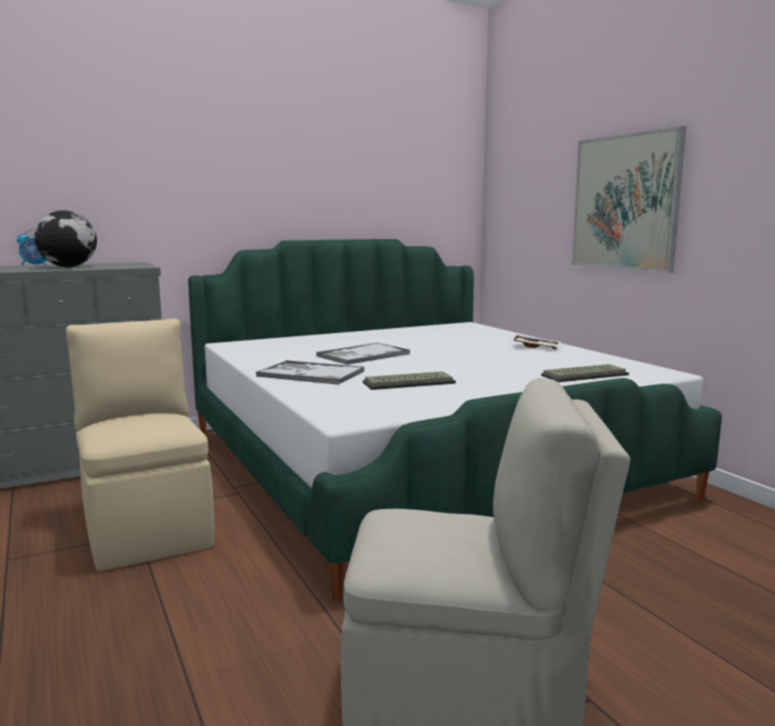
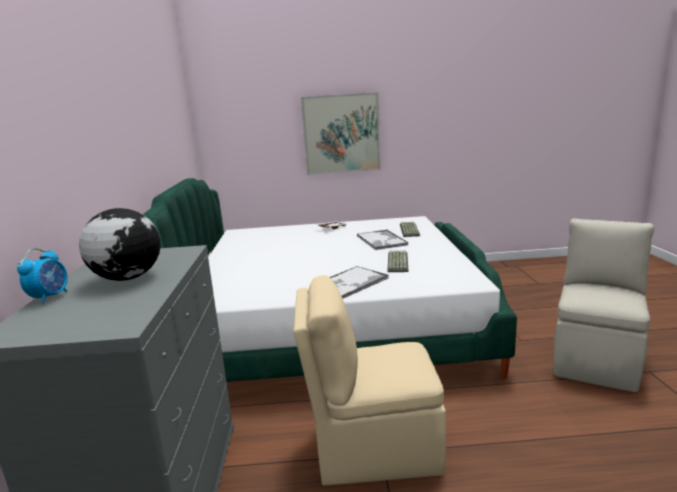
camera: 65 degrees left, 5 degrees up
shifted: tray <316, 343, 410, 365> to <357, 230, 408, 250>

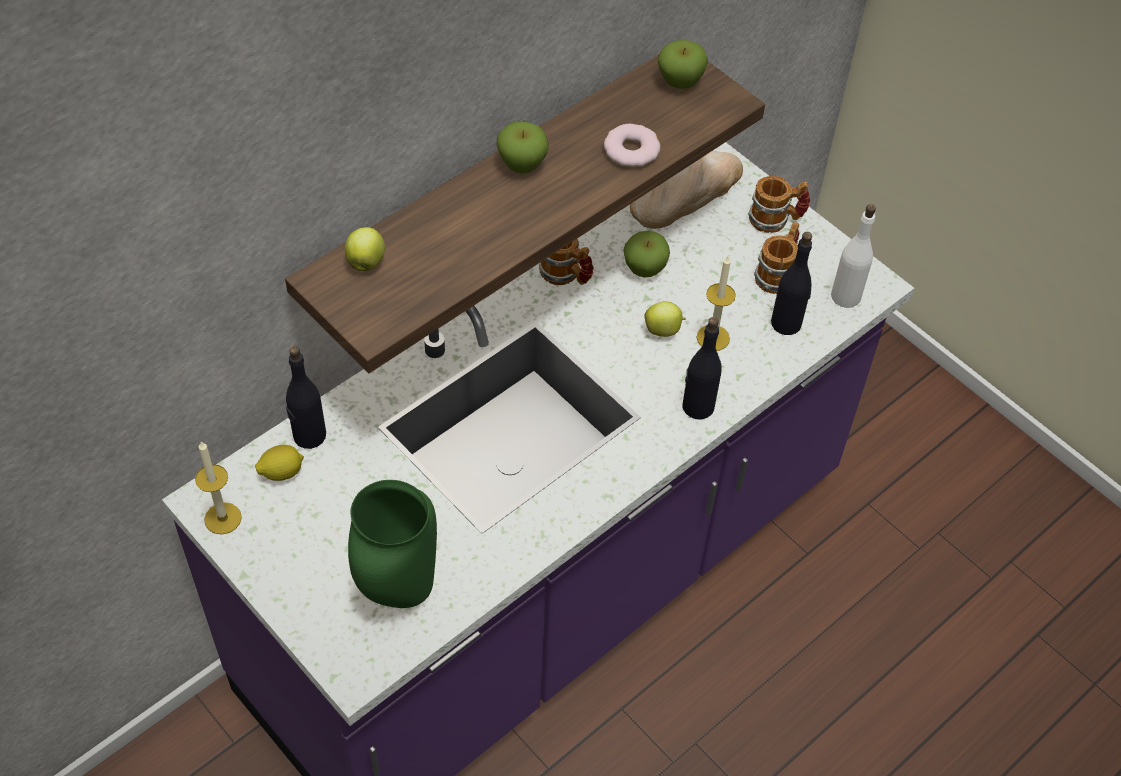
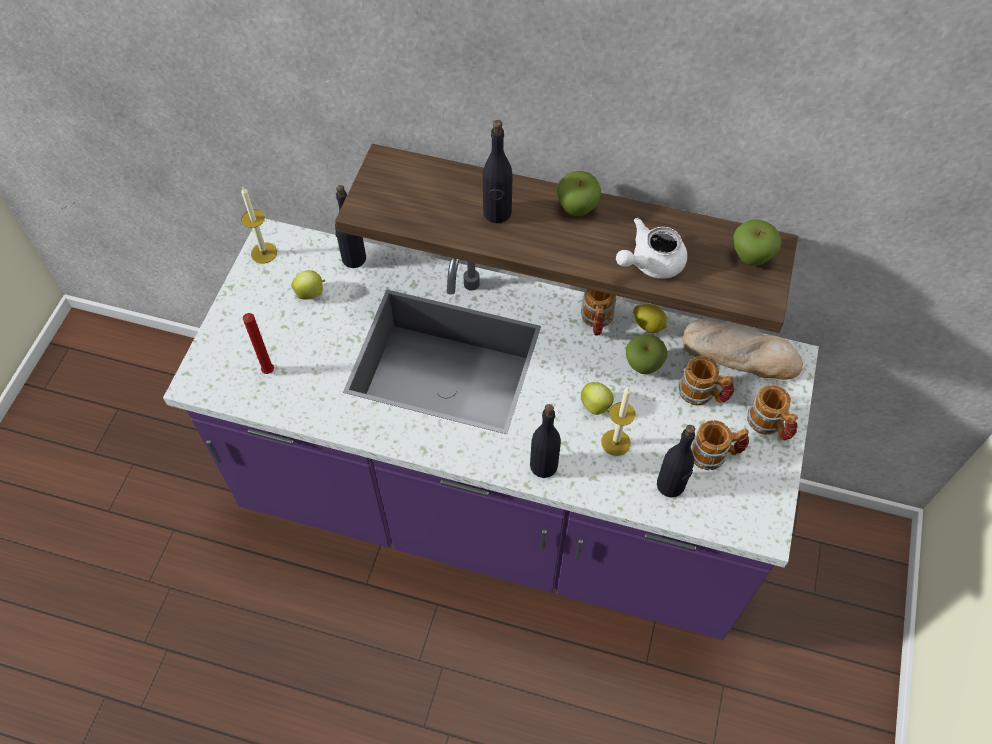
camera: 60 degrees right, 5 degrees up
gone: bottle (white) <831, 204, 876, 308>
new: bottle (black) <483, 120, 512, 223>; mug <679, 356, 734, 406>
shifted: lemon <255, 445, 304, 481> to <633, 304, 667, 333>; apple <345, 227, 385, 271> to <292, 270, 325, 299>
swapped: vase (green) <348, 480, 437, 608> to candle (red) <243, 313, 274, 374>; donut <604, 124, 660, 167> to teapot (white) <616, 218, 687, 279>

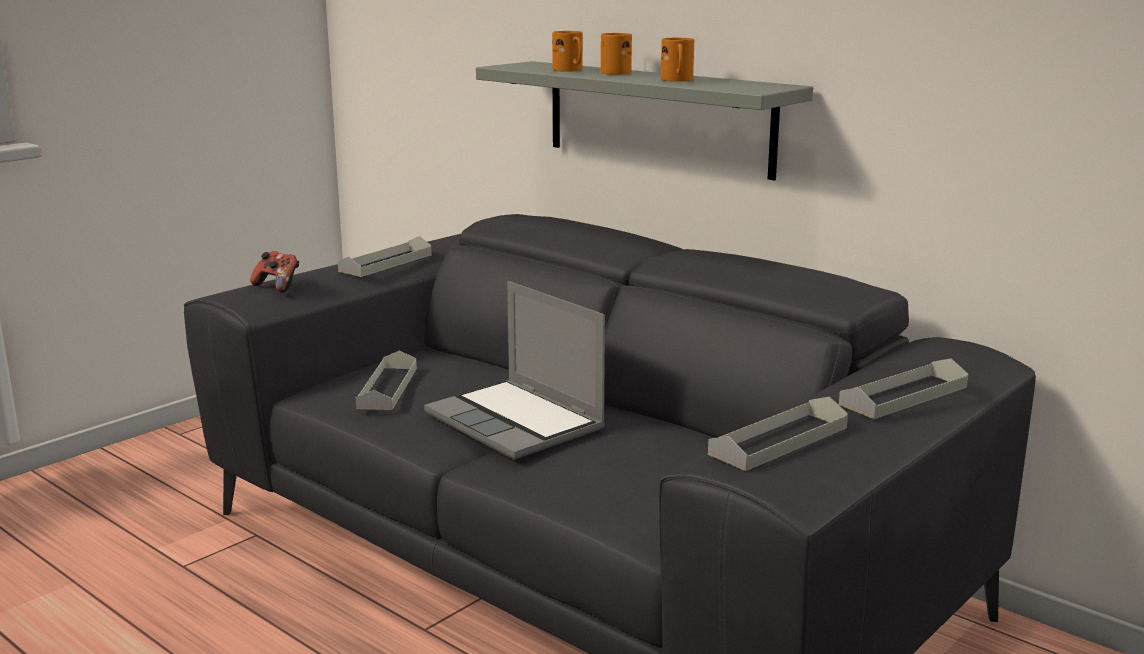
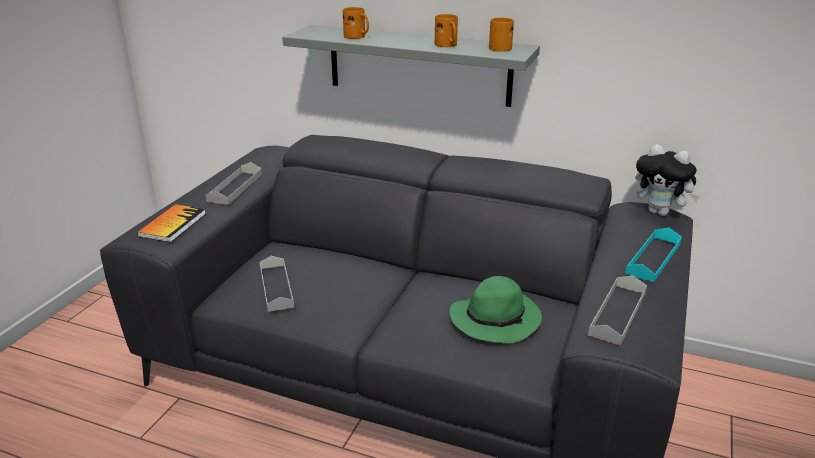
camera: 20 degrees left, 10 degrees up
gone: laptop <424, 281, 605, 460>
new: hat (green) <450, 276, 542, 344>; plush toy <635, 144, 700, 216>
shifted: mug (orange) <601, 33, 632, 75> to <489, 18, 514, 52>
swapped: game controller <250, 251, 299, 292> to book <137, 204, 205, 242>
repainted: tray (grey) <839, 358, 968, 419> to tray (turquoise) <625, 228, 682, 283>

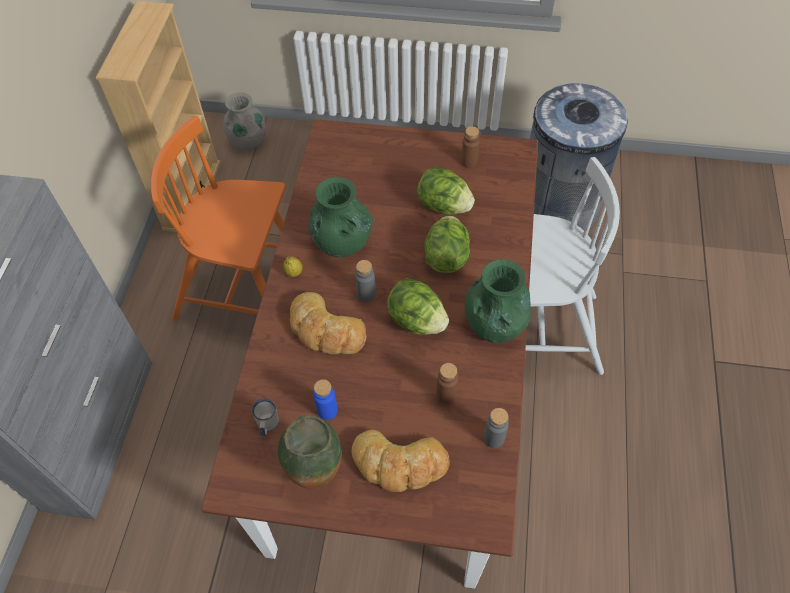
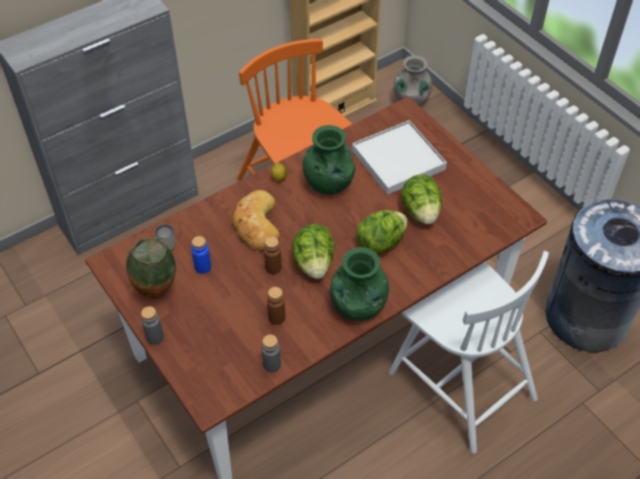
camera: 45 degrees right, 5 degrees down
gone: bread <352, 429, 450, 492>
new: tray (white) <352, 120, 447, 195>
shifted: bottle (grey) <355, 260, 376, 302> to <141, 306, 164, 345>; bottle (brown) <461, 126, 480, 168> to <264, 236, 282, 274>

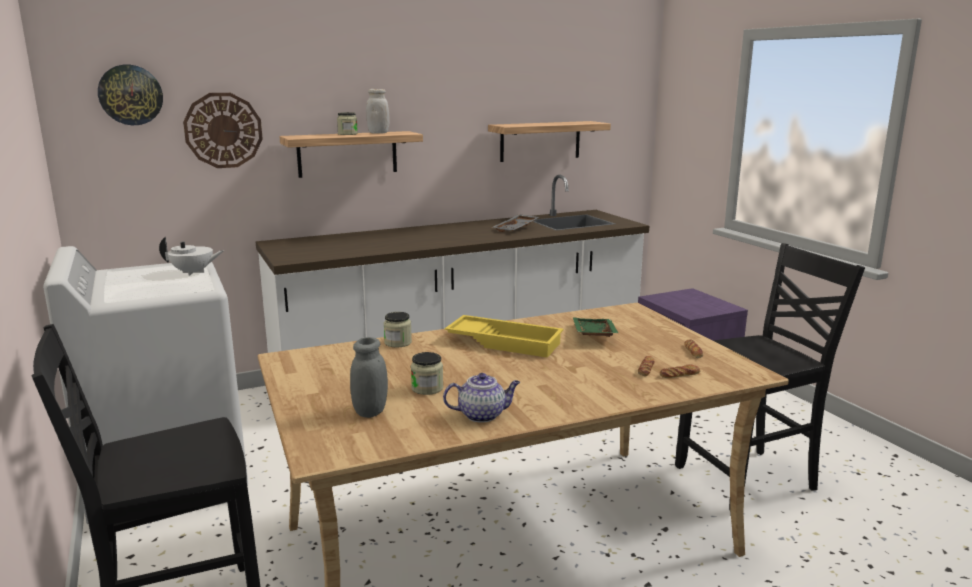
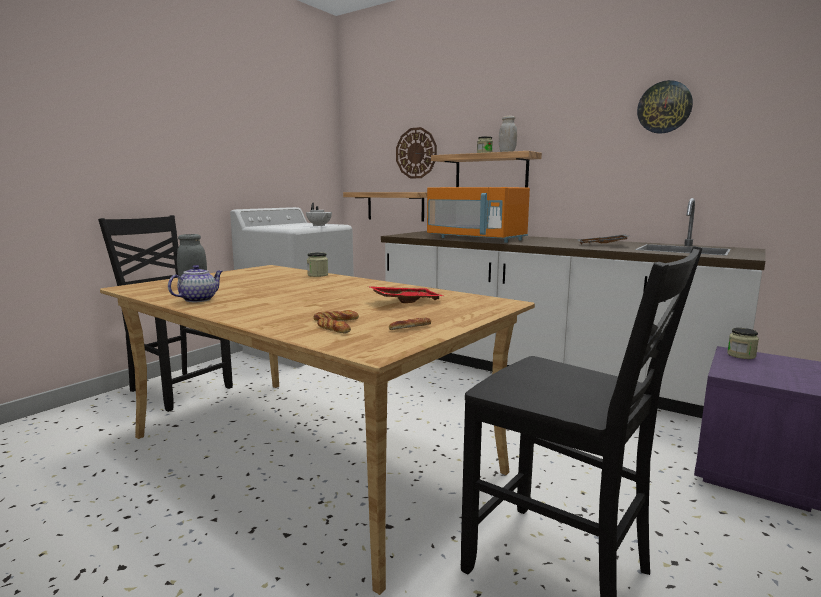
camera: 60 degrees right, 5 degrees down
gone: tray (yellow) <445, 315, 564, 358>
new: microwave (orange) <427, 187, 530, 243>
shifted: wall clock <98, 65, 163, 125> to <637, 80, 693, 134>; jar <411, 352, 443, 395> to <727, 328, 759, 359>; shelf <488, 121, 611, 162> to <343, 192, 427, 222>
repainted: tray (green) <573, 318, 619, 337> to tray (red) <368, 286, 443, 303>
rotated: teapot <443, 373, 520, 423> = <168, 265, 222, 302> 105 degrees counterclockwise

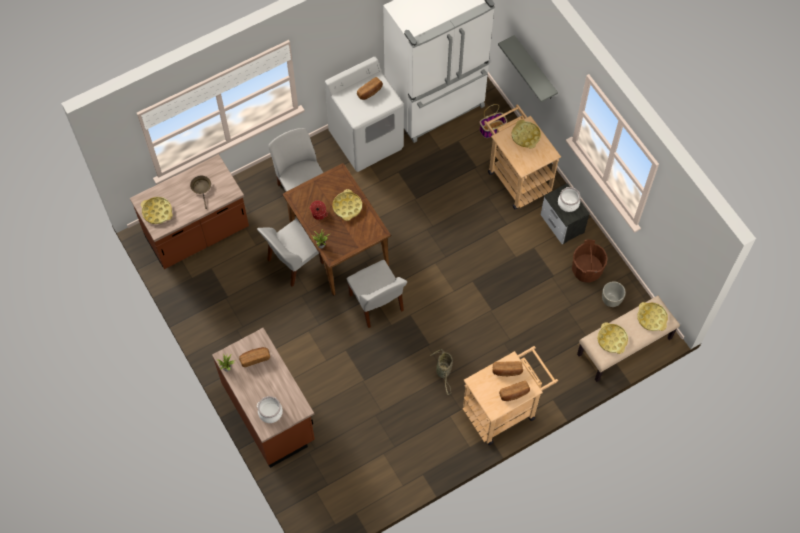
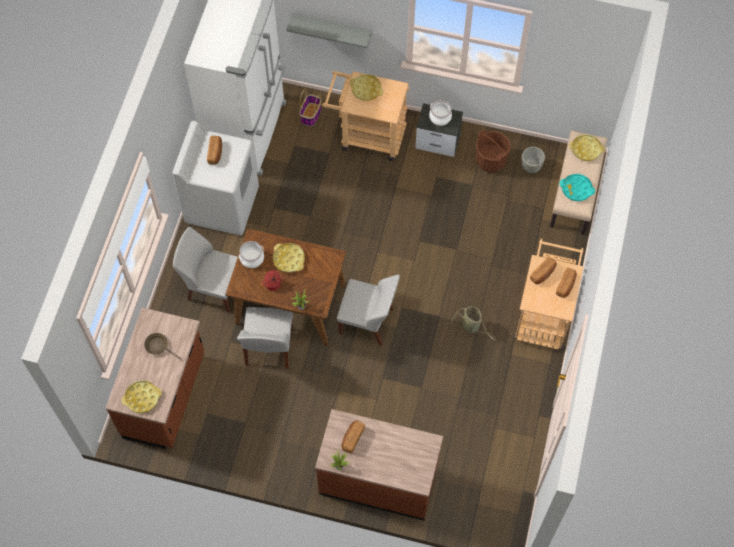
camera: 45 degrees left, 0 degrees up
shifted: cooking pot <257, 396, 283, 423> to <239, 241, 264, 268>
repainted: tray (yellow) <597, 322, 628, 354> to tray (turquoise) <559, 174, 595, 201>

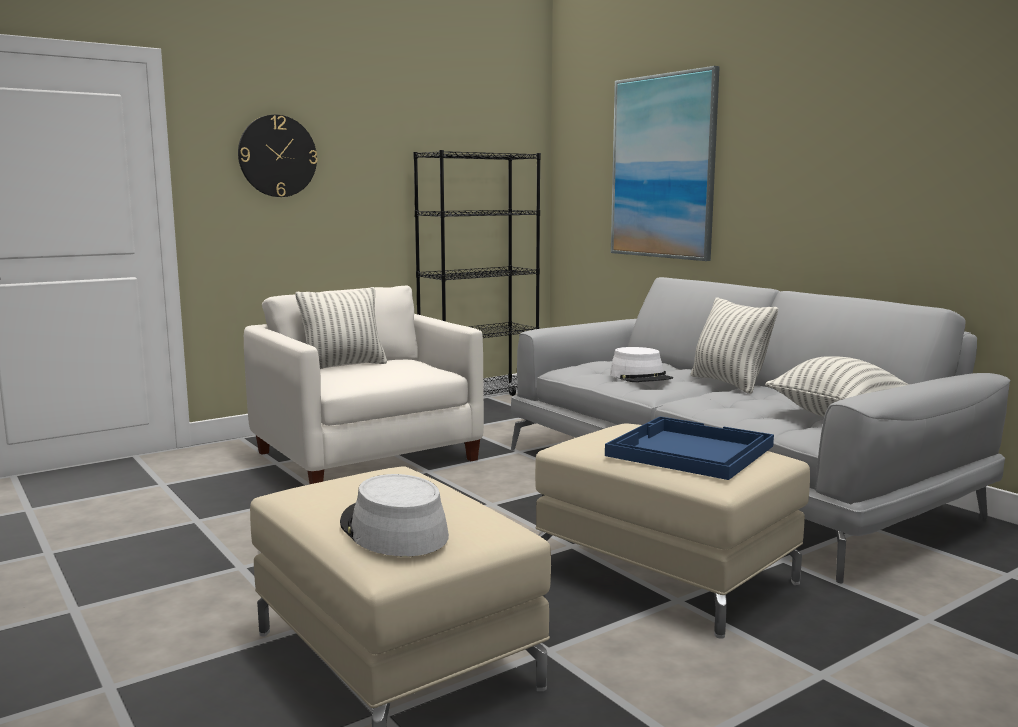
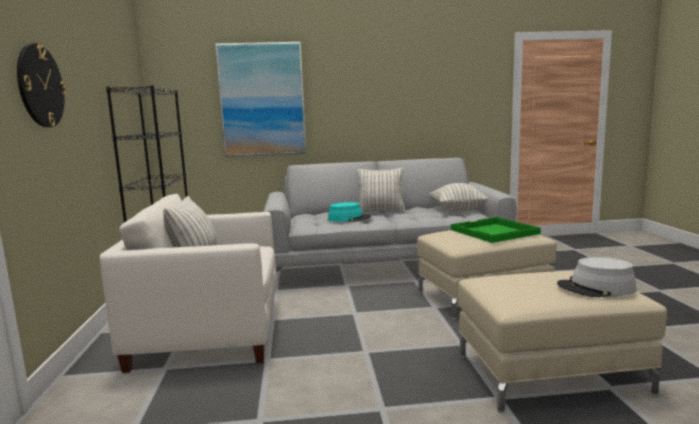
camera: 60 degrees left, 0 degrees up
repainted: tray (blue) <605, 416, 774, 480> to tray (green) <451, 217, 541, 243>; hat (white) <610, 347, 673, 382> to hat (turquoise) <328, 202, 371, 222>

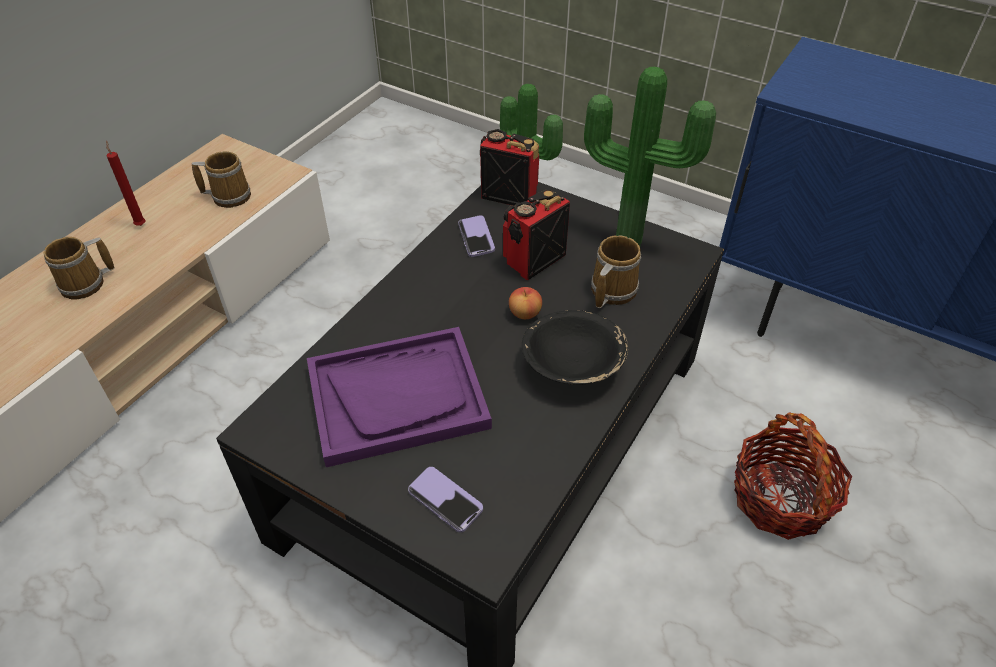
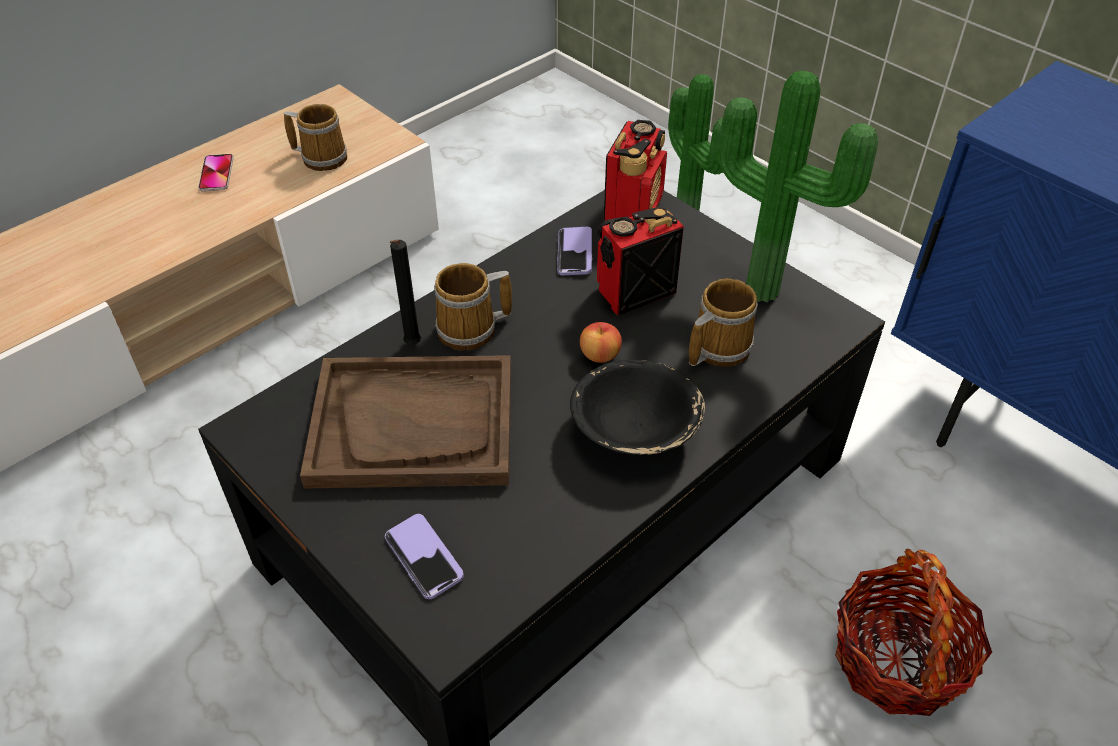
camera: 15 degrees right, 0 degrees up
new: candle (black) <390, 240, 421, 345>
shifted: mug <43, 237, 115, 300> to <434, 263, 512, 350>
swapped: candle (red) <106, 140, 146, 226> to phone <198, 154, 234, 191>
repainted: tray (purple) <307, 327, 492, 467> to tray (brown) <300, 355, 511, 488>
rotated: radio <480, 129, 539, 206> = <604, 120, 667, 221> 75 degrees clockwise

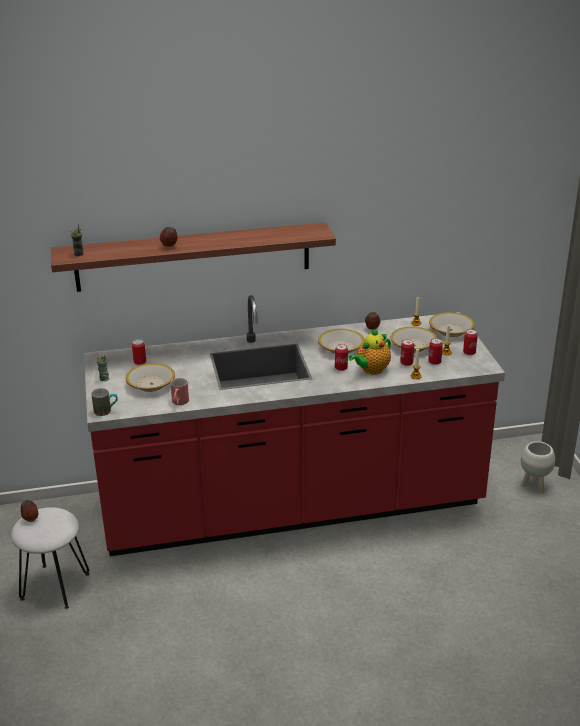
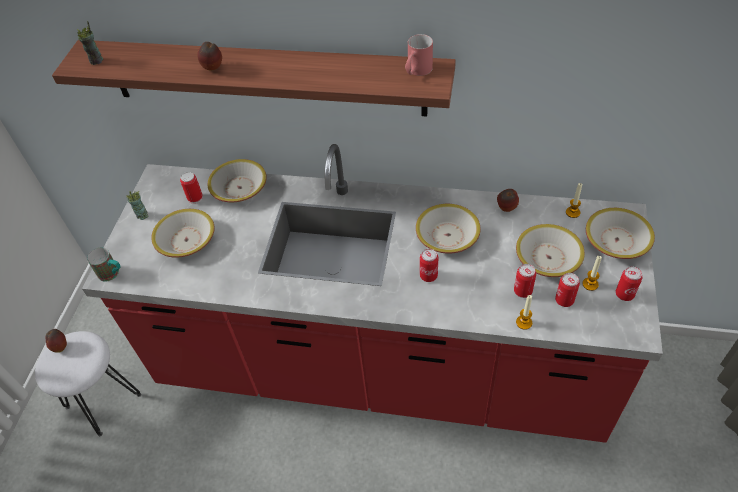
camera: 25 degrees right, 20 degrees up
gone: teapot <348, 328, 391, 375>; planter (white) <521, 441, 555, 493>
new: bowl <207, 159, 267, 202>
shifted: mug (red) <170, 378, 189, 405> to <405, 34, 433, 76>

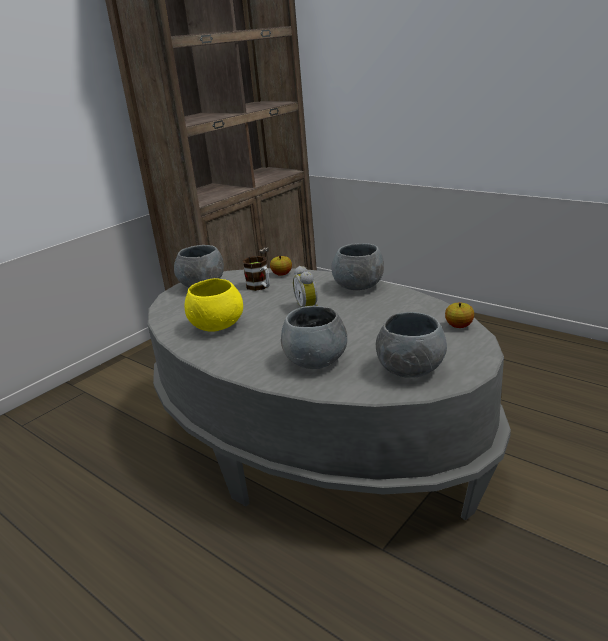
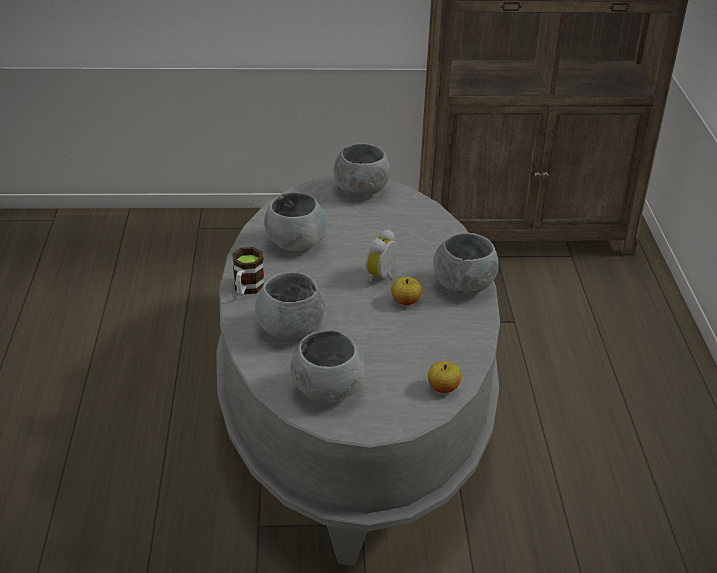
camera: 45 degrees right, 10 degrees up
shifted: mug <242, 256, 270, 291> to <232, 247, 264, 295>; apple <270, 256, 292, 276> to <392, 277, 422, 305>
repainted: bowl (yellow) <184, 278, 243, 332> to bowl (grey) <264, 192, 326, 251>

